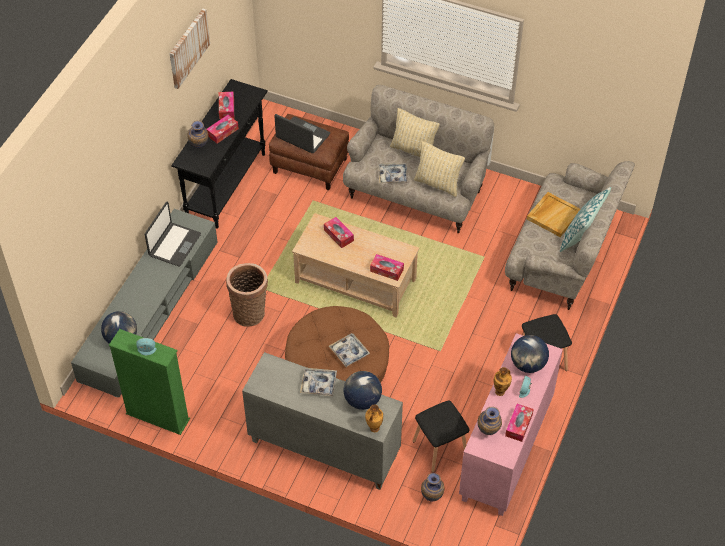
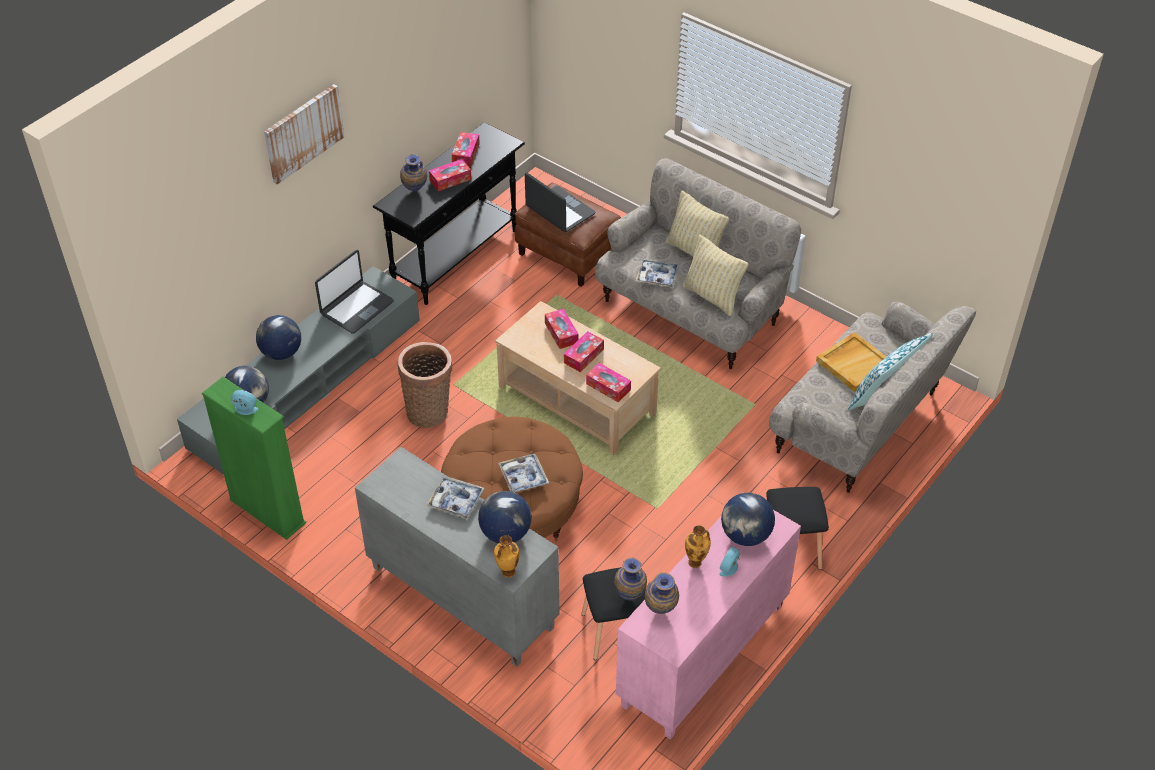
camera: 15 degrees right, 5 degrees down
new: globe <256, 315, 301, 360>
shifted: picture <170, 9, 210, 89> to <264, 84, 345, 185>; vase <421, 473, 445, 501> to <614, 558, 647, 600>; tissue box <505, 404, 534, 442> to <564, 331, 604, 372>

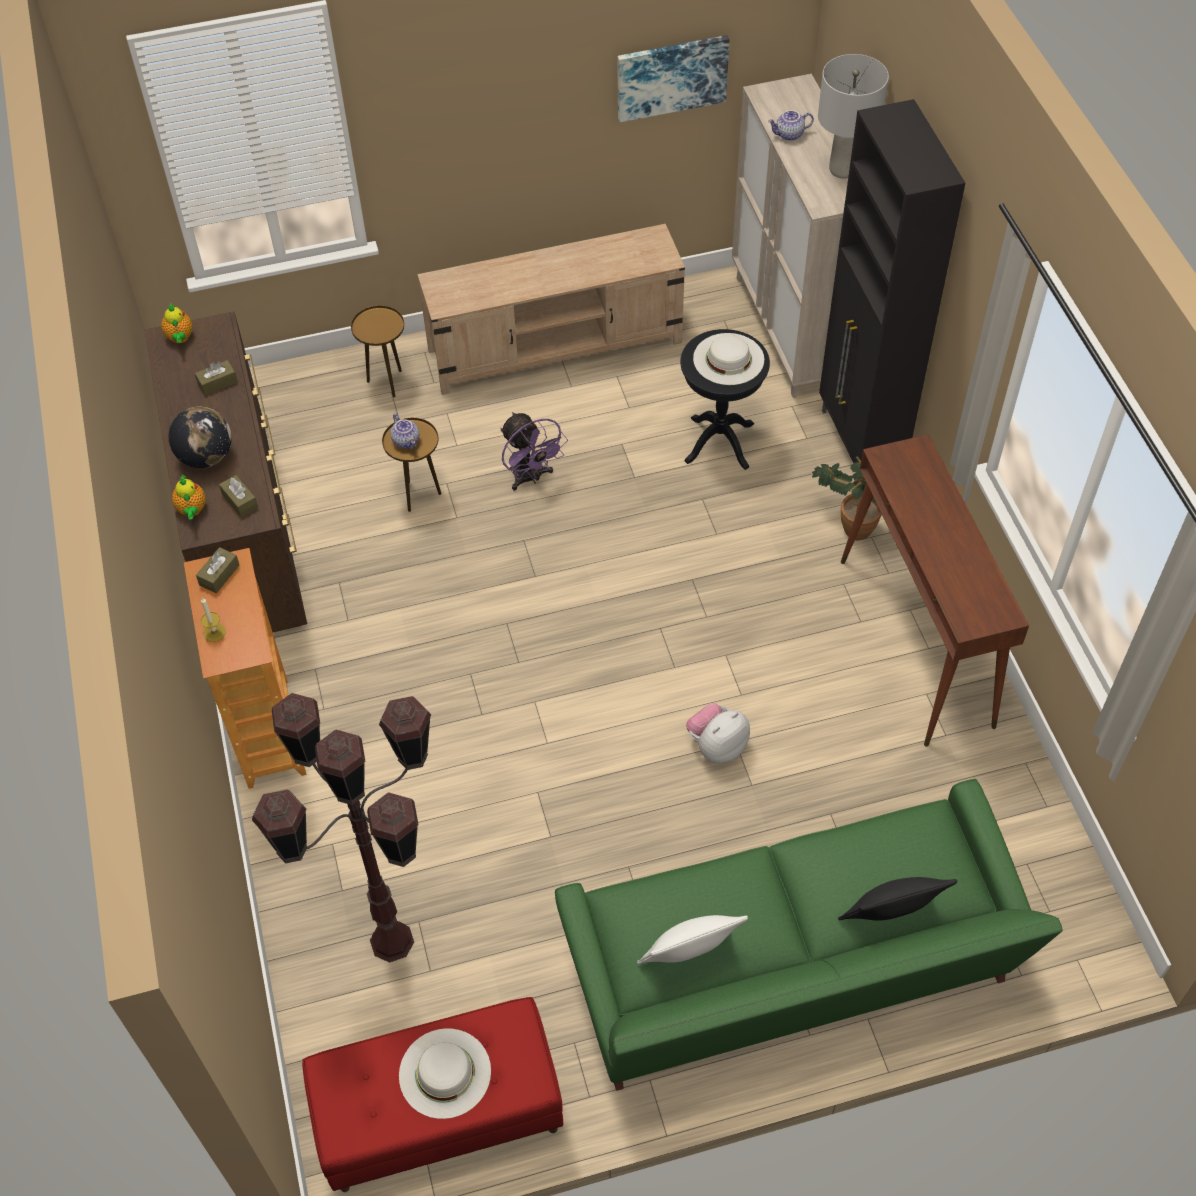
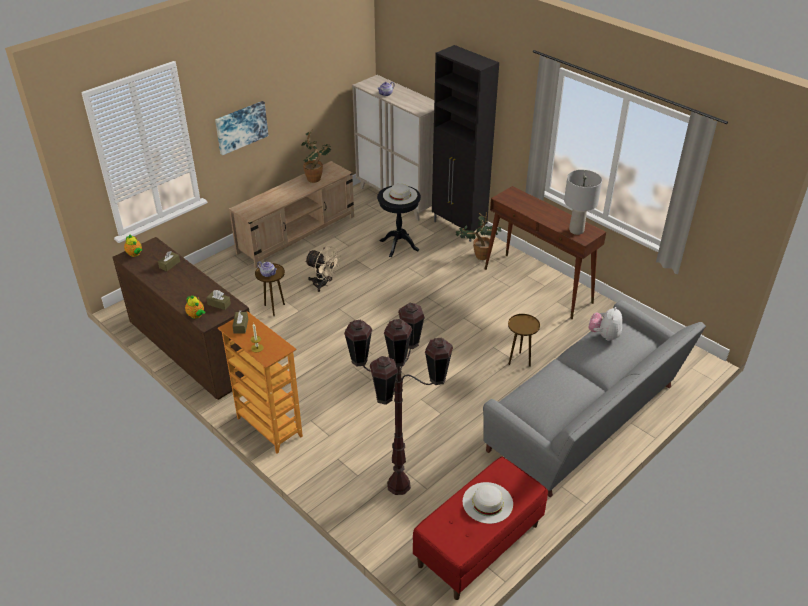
camera: 30 degrees left, 15 degrees down
gone: globe <169, 407, 232, 468>; pillow (white) <637, 915, 748, 964>; pillow (black) <838, 877, 957, 921>
new: potted plant <301, 130, 331, 183>
shifted: side table (brown) <351, 306, 404, 397> to <508, 314, 540, 367>; picture <618, 35, 729, 122> to <215, 101, 268, 155>; plush toy <686, 703, 750, 763> to <589, 307, 622, 341>; table lamp (grey) <818, 54, 889, 179> to <564, 170, 602, 235>
repainted: fan (purple) <500, 412, 568, 491> to fan (beige) <305, 246, 341, 292>; sofa (green) <555, 779, 1063, 1091> to sofa (grey) <483, 300, 706, 497>

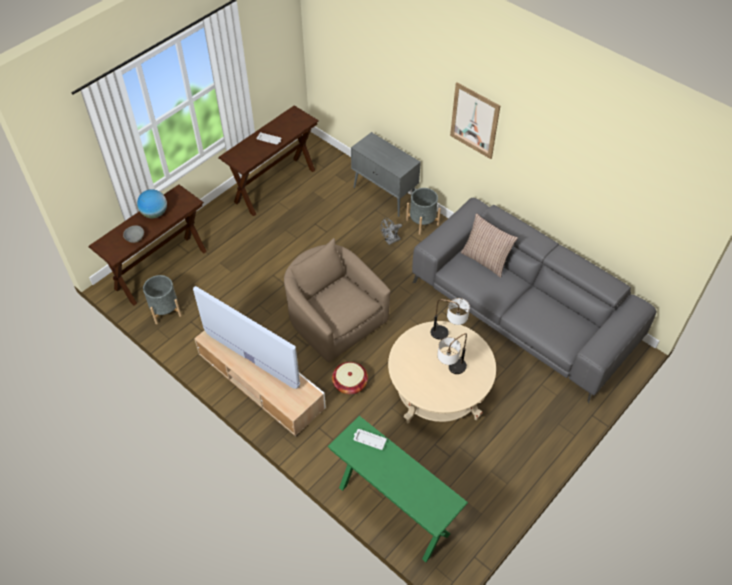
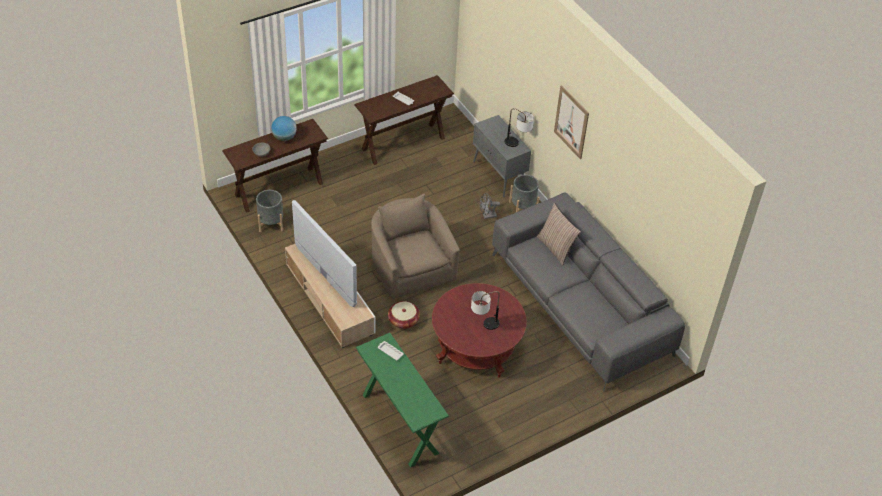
camera: 15 degrees right, 5 degrees down
shifted: table lamp <431, 298, 470, 340> to <505, 108, 534, 147>
repainted: coffee table (beige) <388, 321, 496, 423> to coffee table (red) <432, 283, 527, 378>

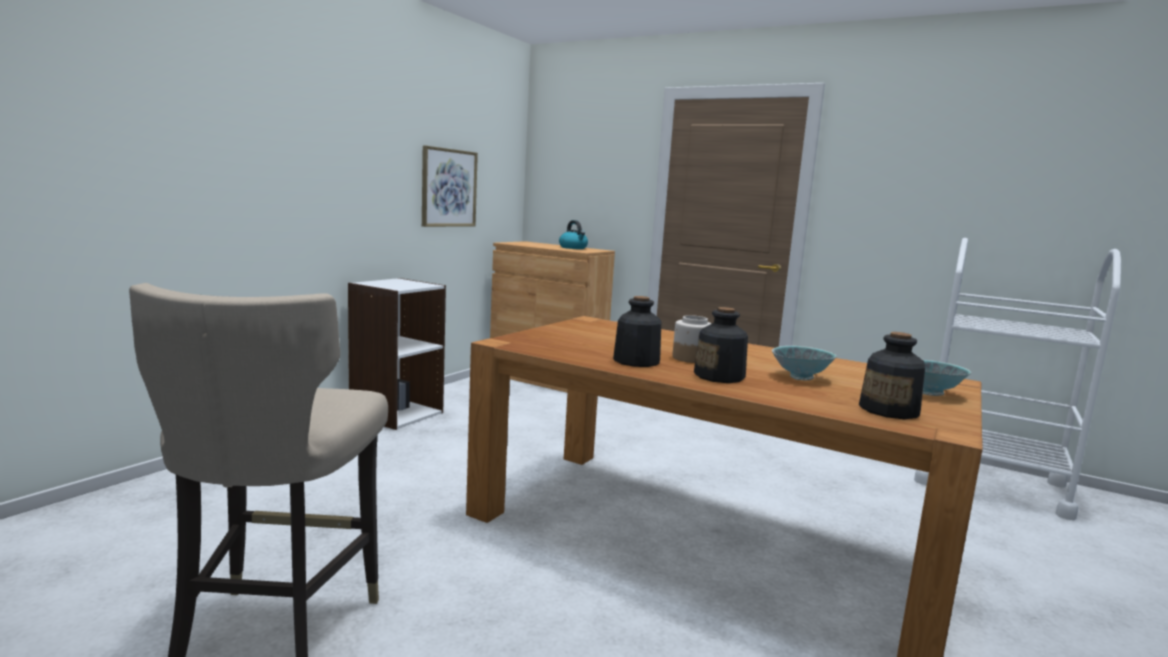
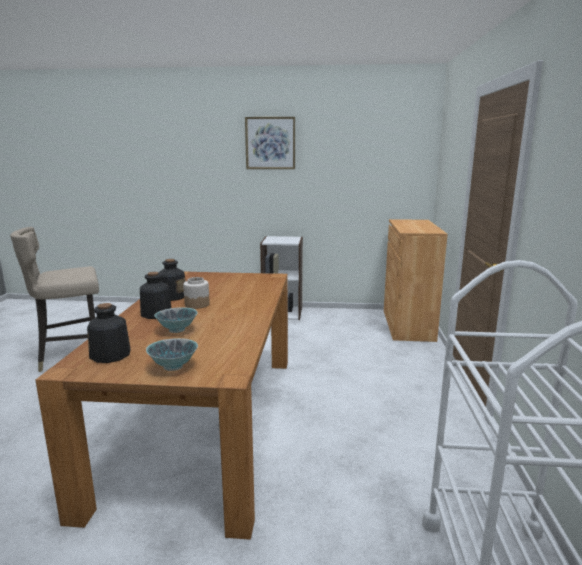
camera: 65 degrees right, 5 degrees up
gone: kettle <559, 220, 588, 249>
shifted: picture <422, 146, 478, 227> to <245, 117, 295, 169>

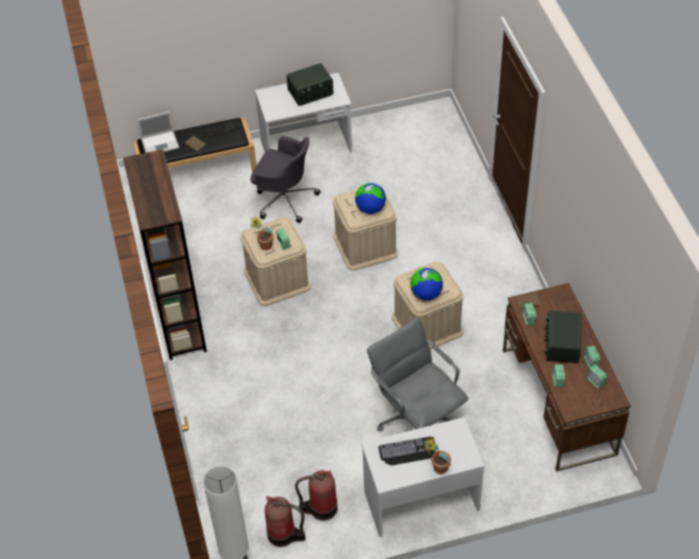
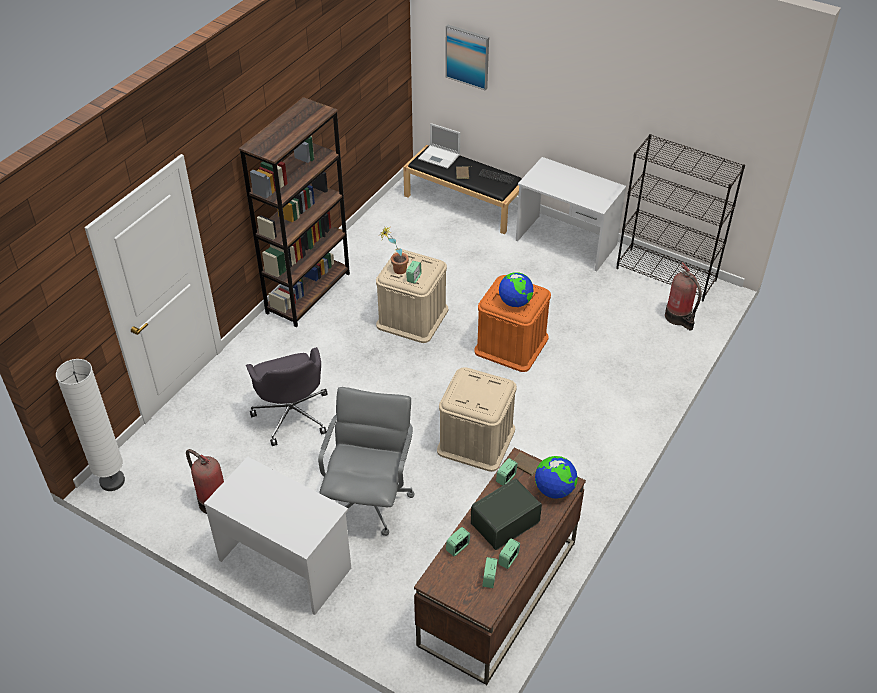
camera: 45 degrees right, 5 degrees down
gone: radio <287, 63, 333, 106>; keyboard <378, 436, 436, 465>; potted plant <423, 437, 451, 474>
new: picture <445, 25, 489, 91>; bookcase (black) <616, 134, 745, 302>
shifted: office chair (grey) <250, 136, 321, 223> to <246, 347, 328, 446>; fire extinguisher <265, 496, 306, 547> to <665, 262, 702, 331>; globe <410, 268, 443, 300> to <535, 456, 578, 499>
repainted: storage box (beige) <333, 186, 398, 271> to storage box (orange) <474, 275, 551, 372>

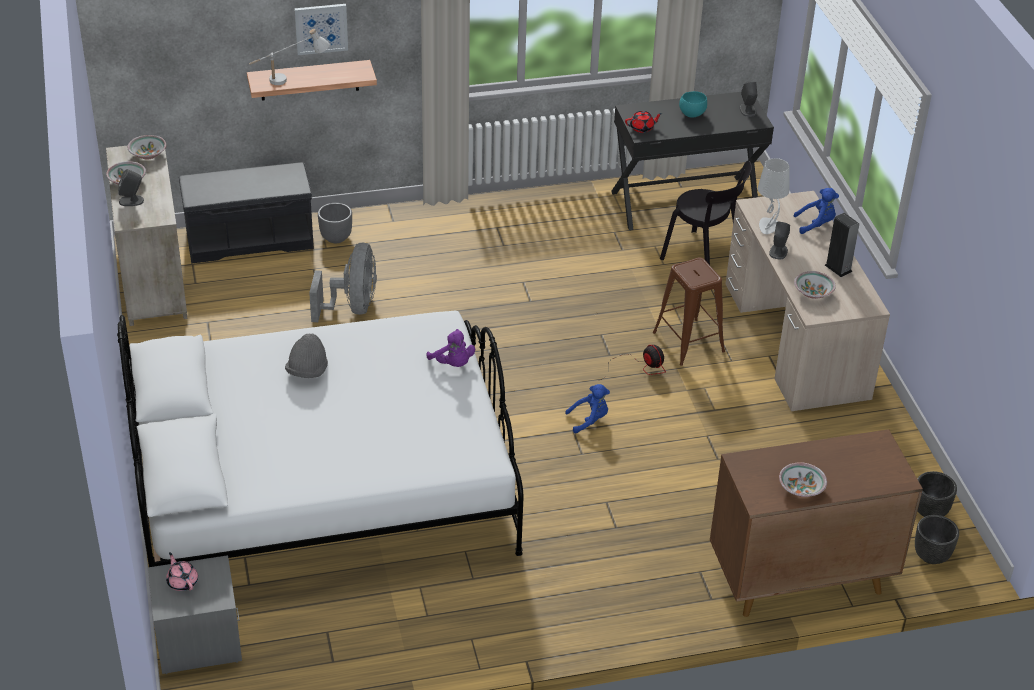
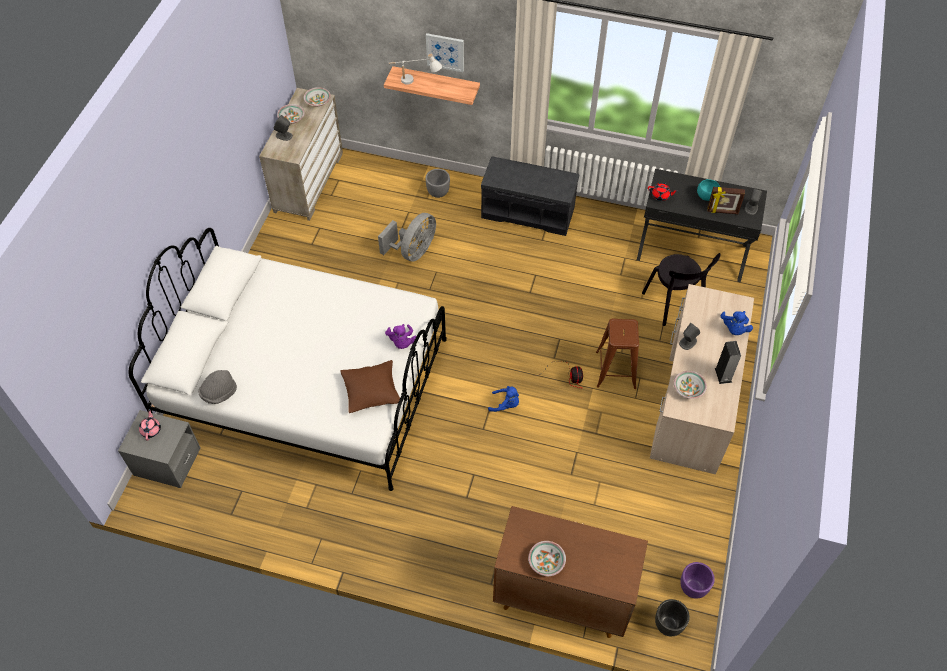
camera: 30 degrees right, 15 degrees up
gone: table lamp (grey) <758, 158, 789, 234>
new: pillow (brown) <340, 360, 400, 413>; picture frame <707, 187, 745, 214>
shifted: bench (grey) <179, 162, 314, 264> to <481, 156, 579, 236>; hat (grey) <285, 334, 328, 378> to <198, 370, 237, 404>
repainted: planter (black) <917, 471, 957, 517> to planter (purple) <680, 562, 715, 599>
rotated: plush toy (blue) <794, 188, 839, 234> = <721, 311, 753, 335> 75 degrees clockwise

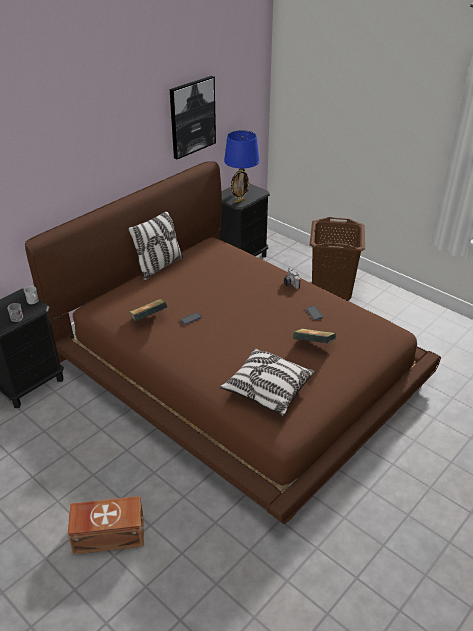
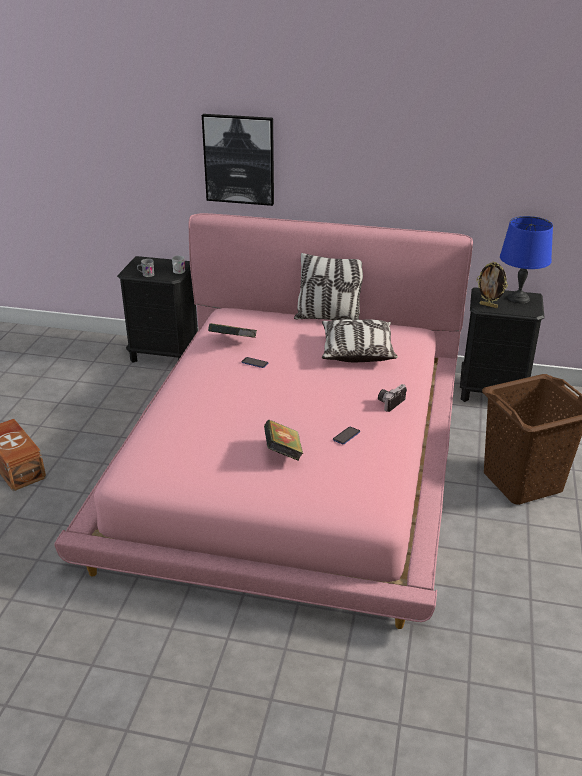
camera: 60 degrees right, 5 degrees down
shifted: picture <170, 76, 216, 159> to <202, 114, 274, 206>; pillow <220, 348, 314, 417> to <322, 319, 398, 362>
repainted: bed (brown) <25, 161, 441, 524> to bed (pink) <54, 213, 473, 629>

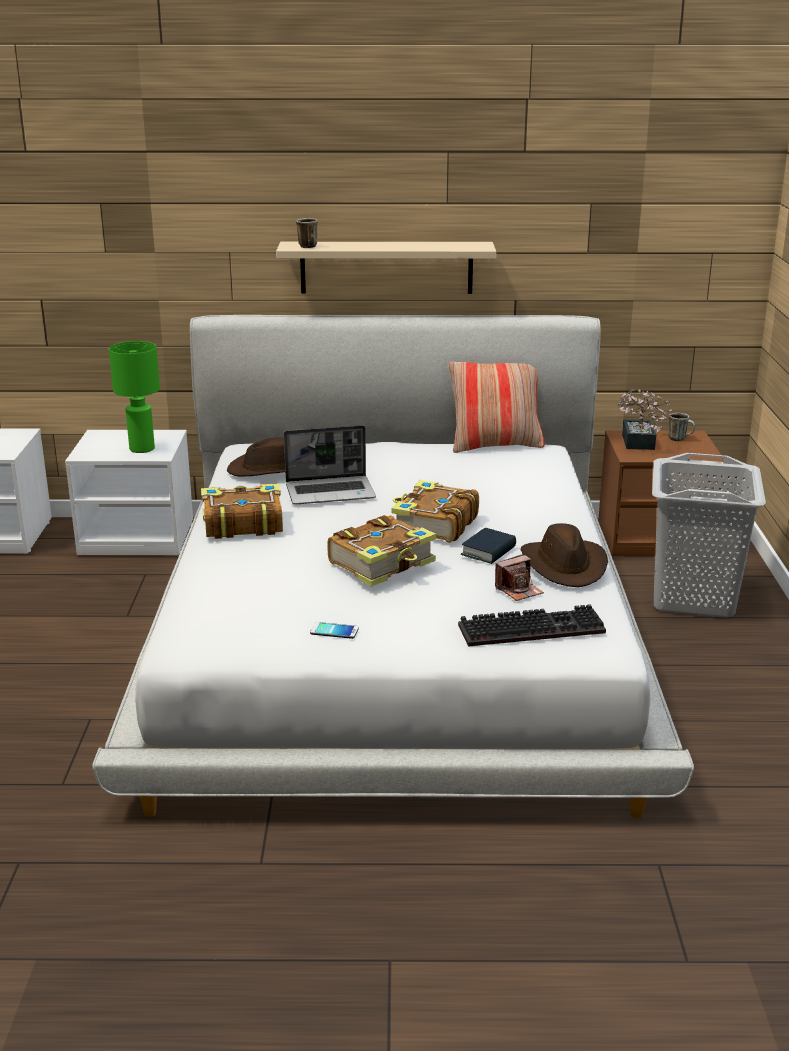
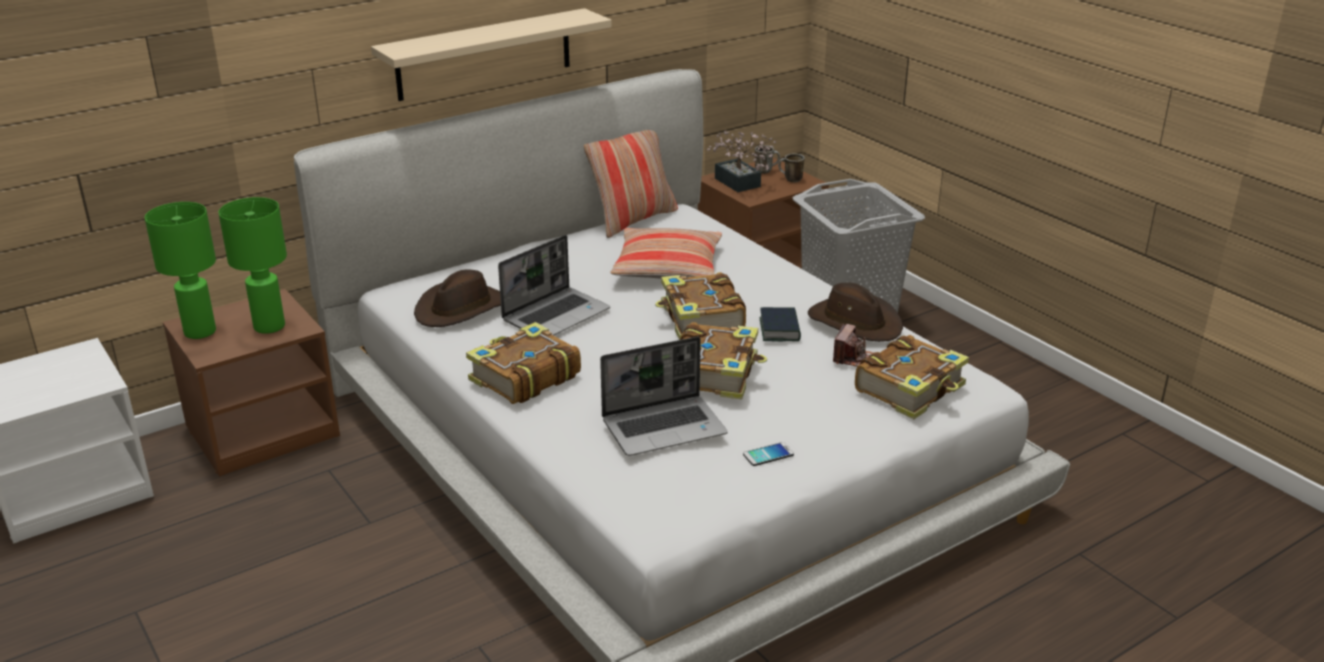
camera: 35 degrees left, 5 degrees up
new: table lamp (green) <144, 202, 216, 339>; laptop <600, 336, 728, 456>; pillow <610, 228, 722, 279>
shifted: mug <296, 218, 318, 248> to <778, 153, 805, 183>
swapped: keyboard <458, 604, 606, 647> to book <855, 335, 969, 419>
repainted: nightstand (white) <65, 430, 193, 555> to nightstand (brown) <163, 289, 340, 477>

